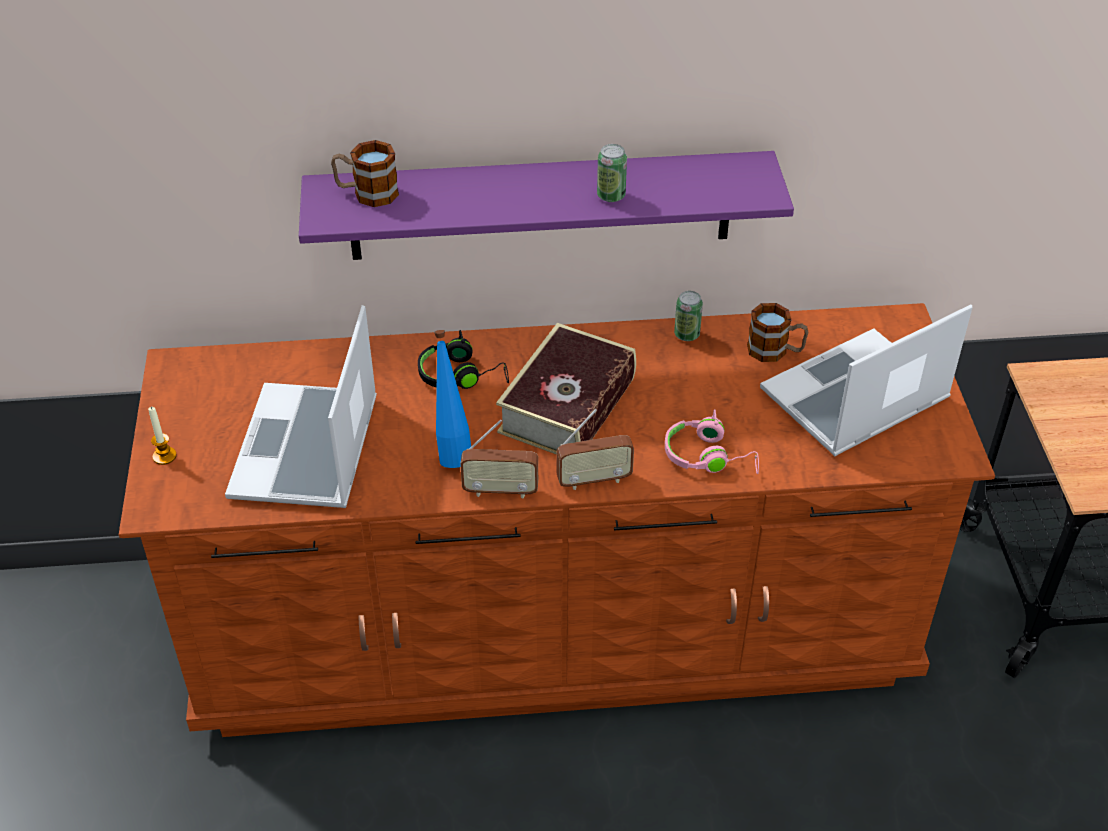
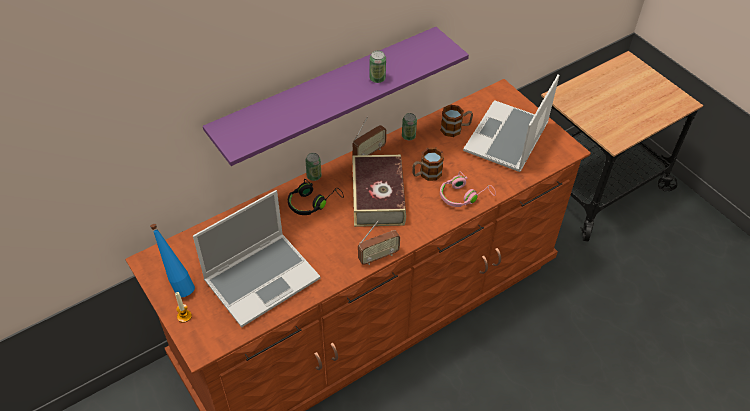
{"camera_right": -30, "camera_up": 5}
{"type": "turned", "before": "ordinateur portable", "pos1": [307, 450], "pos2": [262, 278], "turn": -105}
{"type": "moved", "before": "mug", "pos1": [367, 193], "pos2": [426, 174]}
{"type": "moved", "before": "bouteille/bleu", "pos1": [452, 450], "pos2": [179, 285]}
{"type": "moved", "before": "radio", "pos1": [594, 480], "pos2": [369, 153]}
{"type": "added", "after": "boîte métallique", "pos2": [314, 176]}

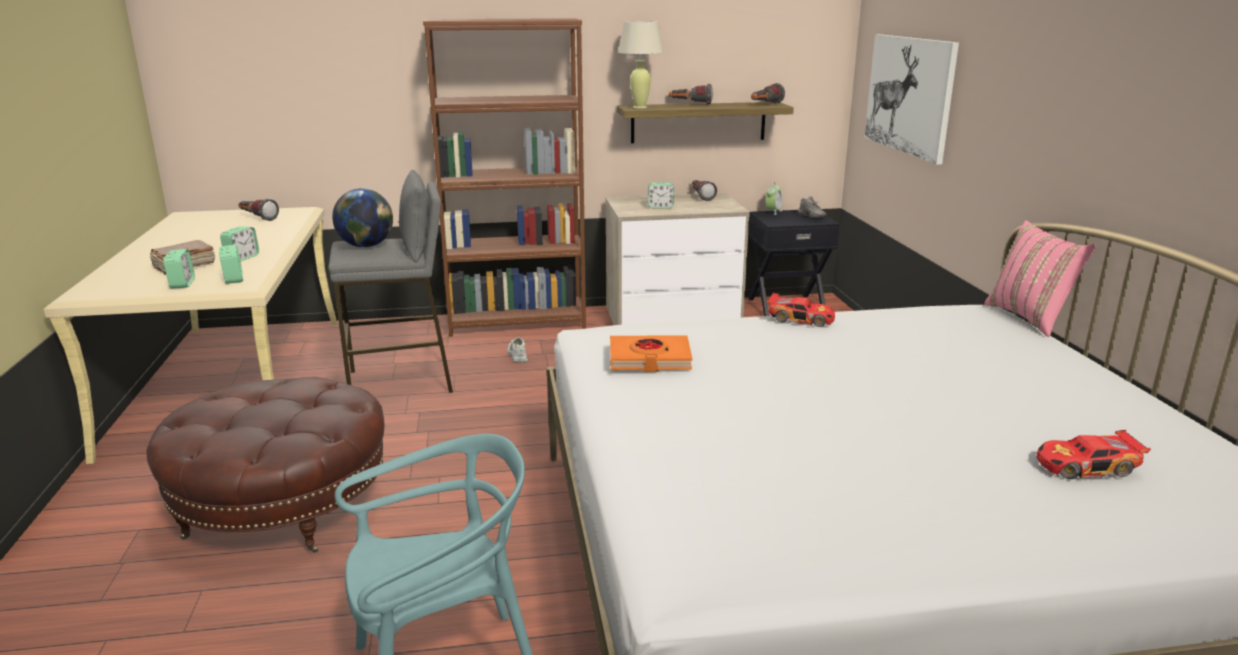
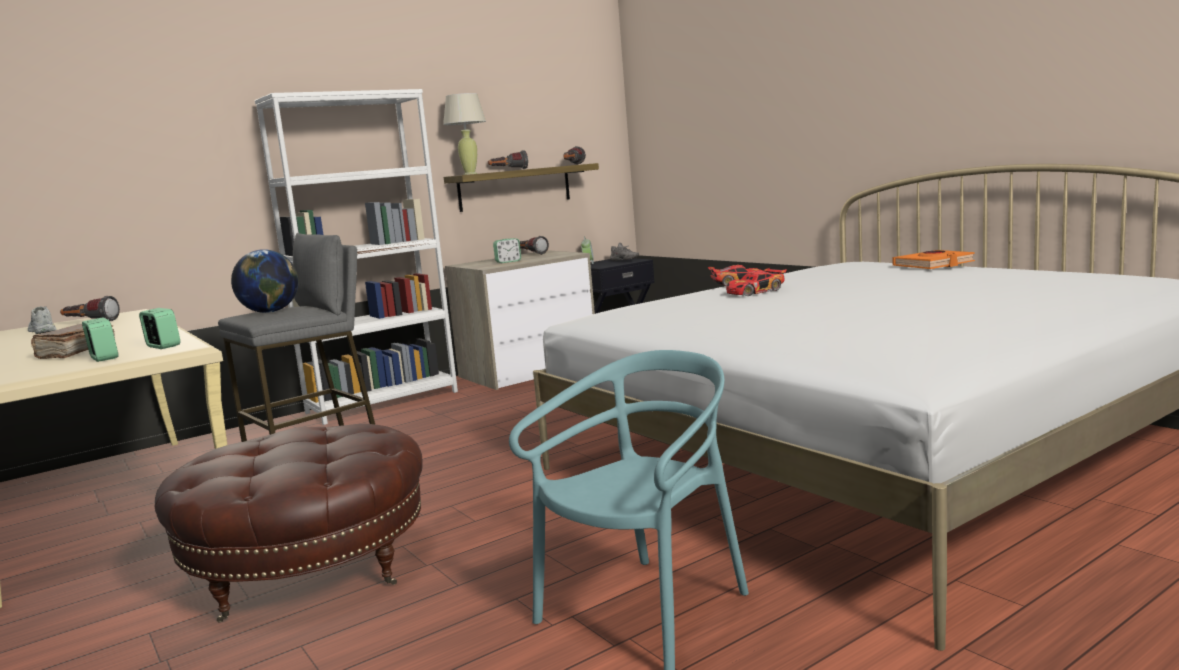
{"camera_right": -25, "camera_up": -10}
{"type": "removed", "before": "réveil", "pos1": [242, 258]}
{"type": "recoloured", "before": "bibliothèque/marron", "after": "bibliothèque/blanc", "pos1": [517, 322], "pos2": [383, 402]}
{"type": "moved", "before": "chaussure/blanc", "pos1": [517, 355], "pos2": [42, 330]}
{"type": "moved", "before": "livre/orange", "pos1": [649, 359], "pos2": [933, 265]}
{"type": "removed", "before": "tableau", "pos1": [909, 95]}
{"type": "removed", "before": "coussin/rose", "pos1": [1030, 318]}
{"type": "moved", "before": "petite voiture", "pos1": [1086, 467], "pos2": [755, 292]}

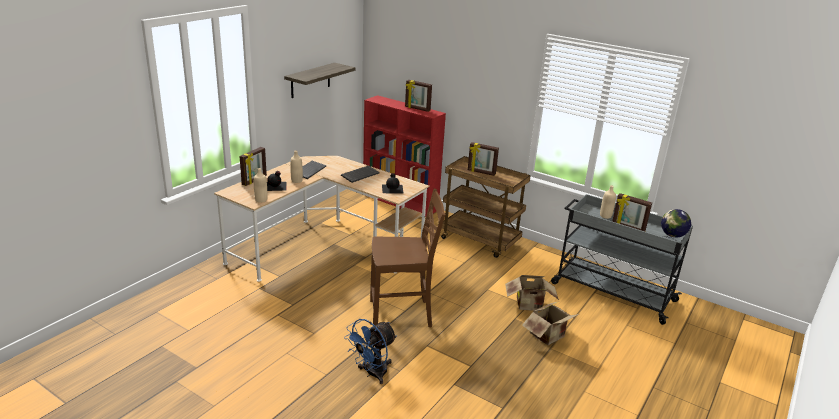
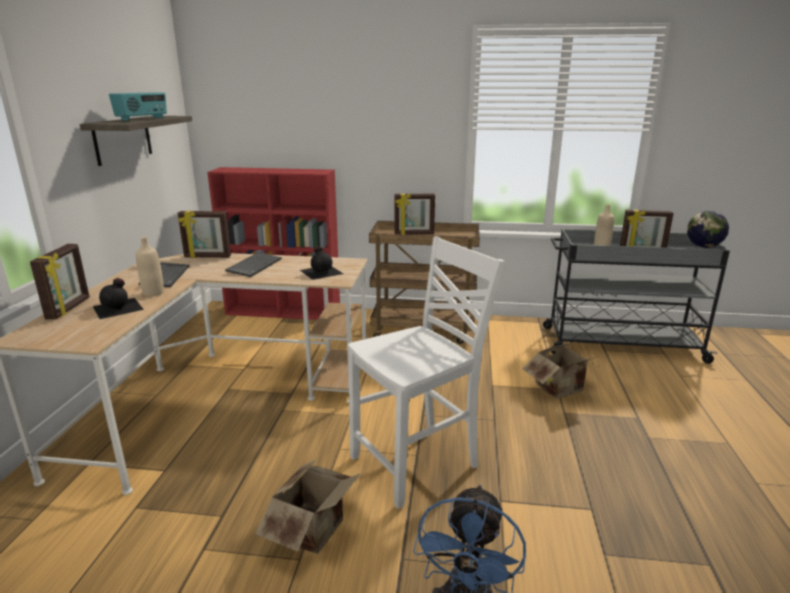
{"camera_right": -25, "camera_up": -5}
{"type": "removed", "before": "bouteille/beige", "pos1": [261, 200]}
{"type": "recoloured", "before": "chaise/marron", "after": "chaise/blanc", "pos1": [402, 314], "pos2": [418, 463]}
{"type": "moved", "before": "cadre photo", "pos1": [417, 109], "pos2": [207, 257]}
{"type": "moved", "before": "carton", "pos1": [549, 336], "pos2": [316, 530]}
{"type": "added", "after": "radio", "pos2": [142, 119]}

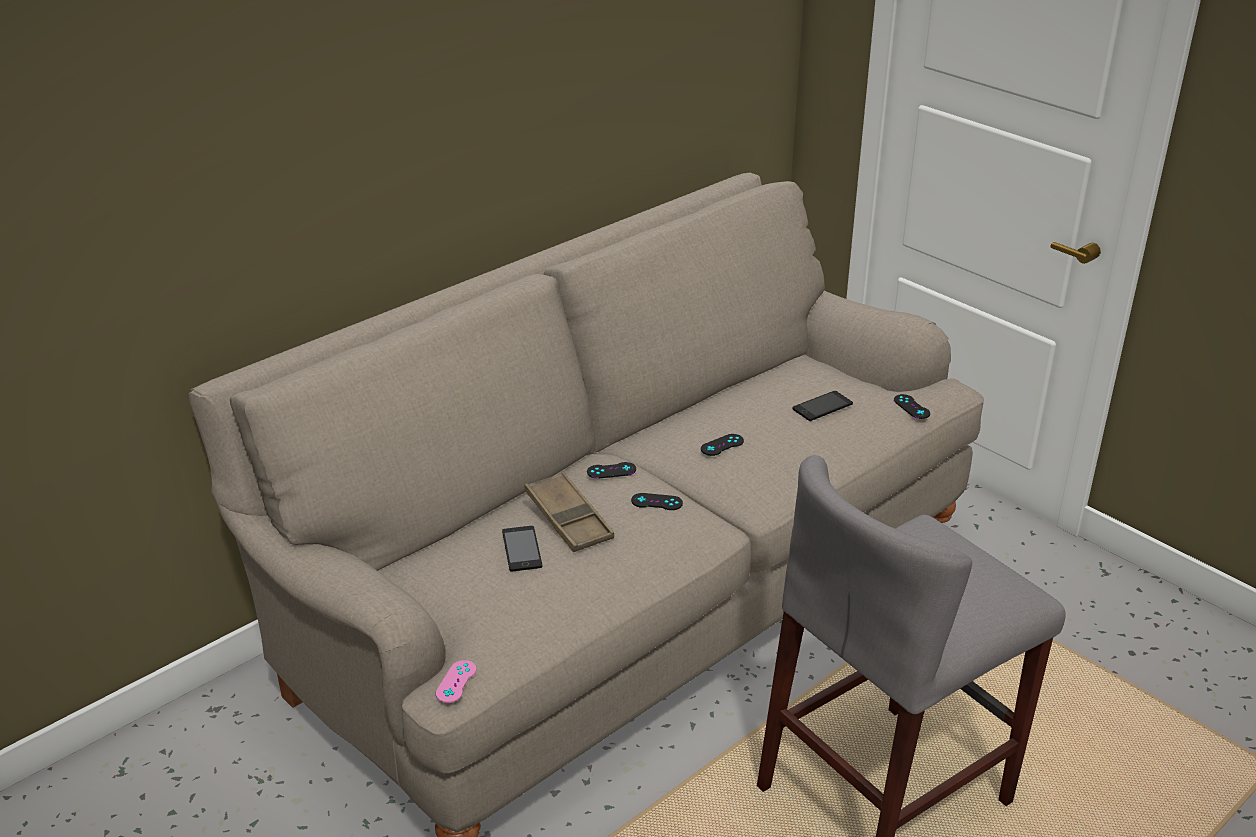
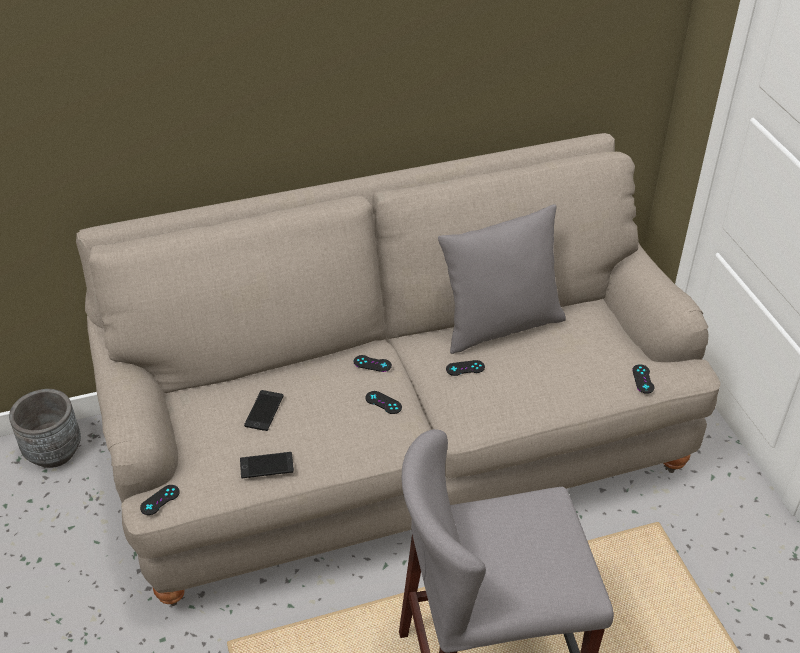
{"camera_right": 25, "camera_up": 10}
{"type": "recoloured", "before": "manette/rose", "after": "manette/noir", "pos1": [456, 682], "pos2": [160, 500]}
{"type": "removed", "before": "plateau/marron", "pos1": [568, 519]}
{"type": "moved", "before": "téléphone", "pos1": [822, 406], "pos2": [266, 465]}
{"type": "added", "after": "cache-pot/gris", "pos2": [54, 452]}
{"type": "added", "after": "coussin/gris", "pos2": [500, 326]}

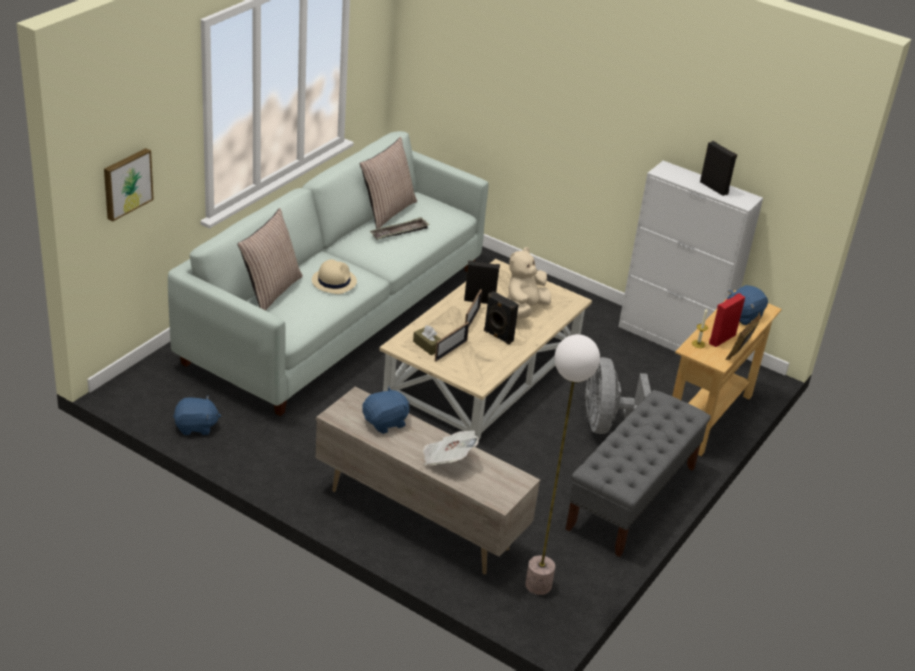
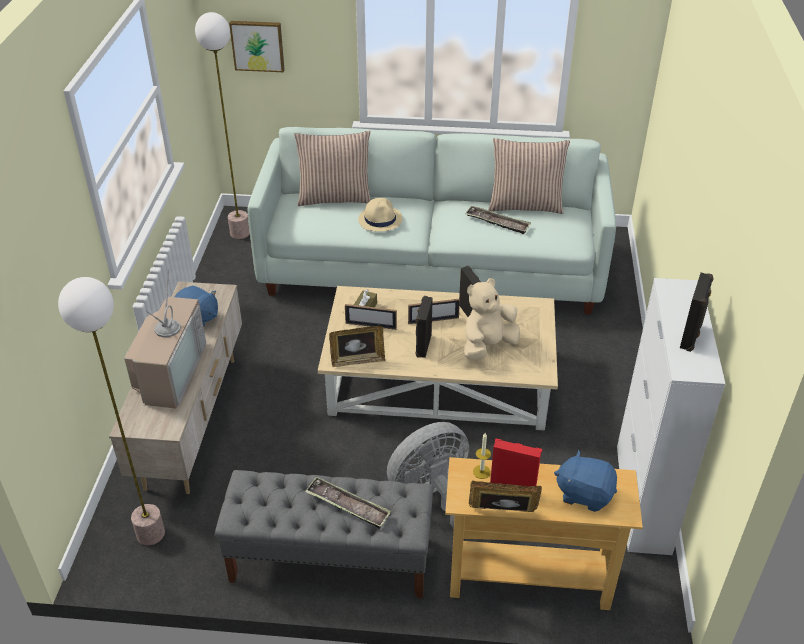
{"camera_right": 65, "camera_up": 5}
{"type": "removed", "before": "peluche/bleu", "pos1": [196, 427]}
{"type": "replaced", "before": "journal", "after": "téléviseur", "pos1": [447, 459], "pos2": [170, 371]}
{"type": "turned", "before": "peluche/beige", "pos1": [524, 309], "pos2": [487, 346], "turn": -45}
{"type": "added", "after": "lampadaire", "pos2": [240, 233]}
{"type": "added", "after": "plateau", "pos2": [348, 506]}
{"type": "added", "after": "cadre photo", "pos2": [357, 360]}

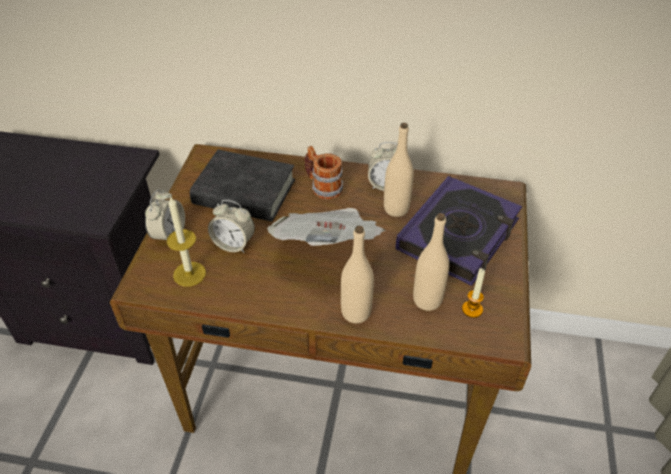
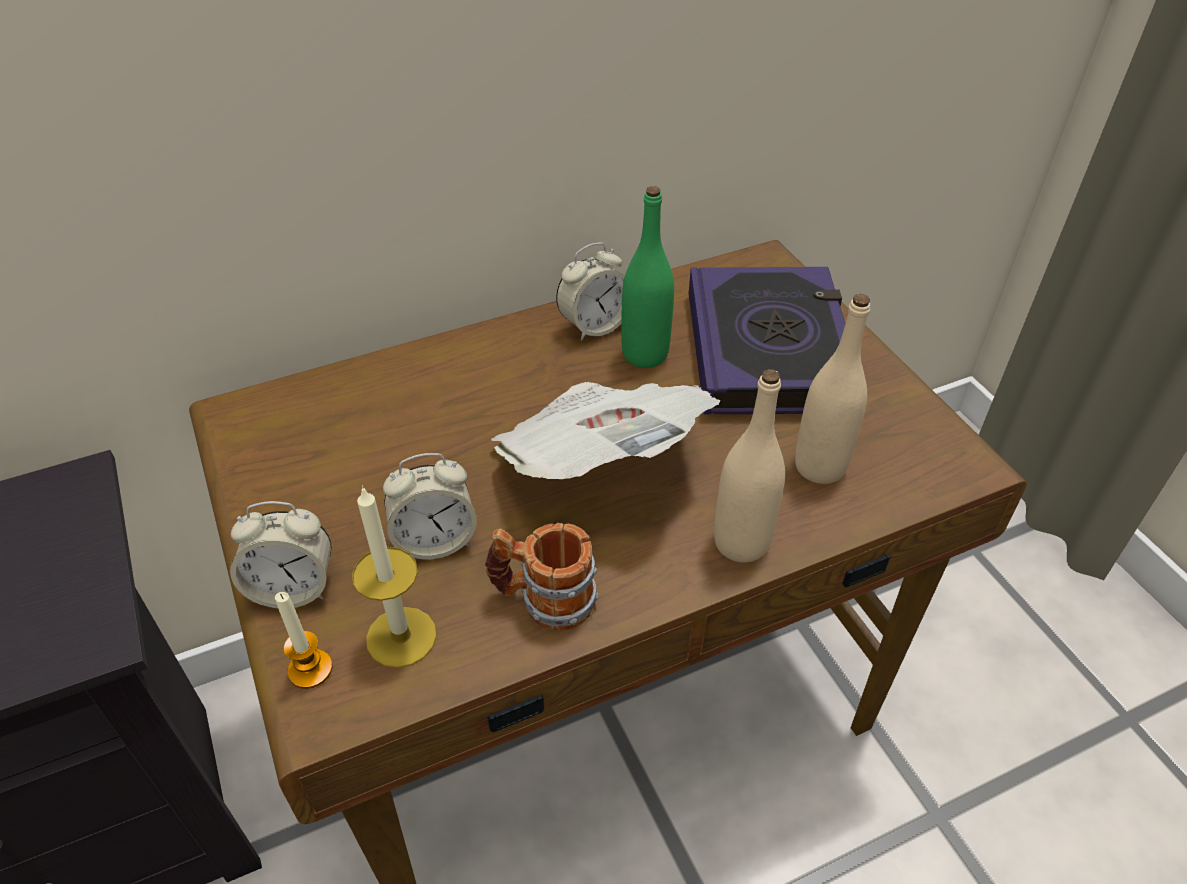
{"camera_right": -35, "camera_up": 0}
{"type": "turned", "before": "réveil", "pos1": [169, 234], "pos2": [293, 588], "turn": 105}
{"type": "removed", "before": "livre/noir", "pos1": [244, 193]}
{"type": "moved", "before": "mug", "pos1": [322, 186], "pos2": [543, 599]}
{"type": "recoloured", "before": "bouteille/beige", "after": "bouteille/vert", "pos1": [396, 209], "pos2": [645, 354]}
{"type": "moved", "before": "bougie", "pos1": [472, 309], "pos2": [310, 669]}

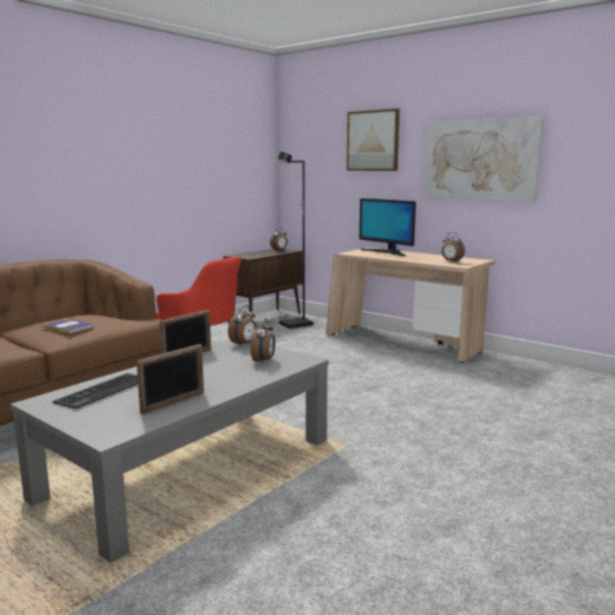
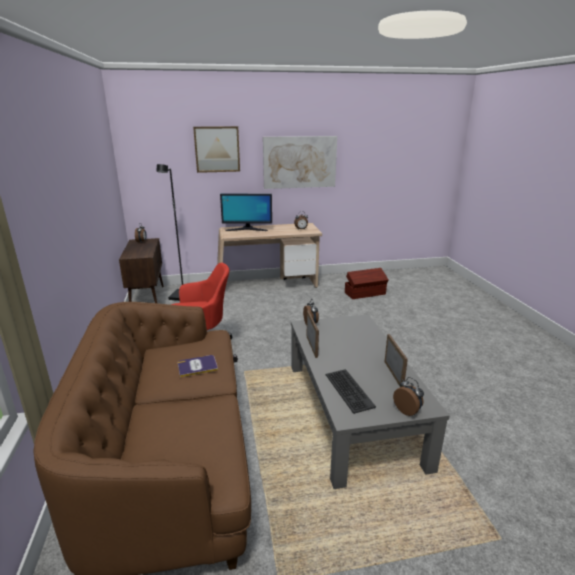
{"camera_right": -50, "camera_up": 10}
{"type": "moved", "before": "réveil", "pos1": [264, 361], "pos2": [407, 410]}
{"type": "added", "after": "boîte de rangement/marron", "pos2": [365, 293]}

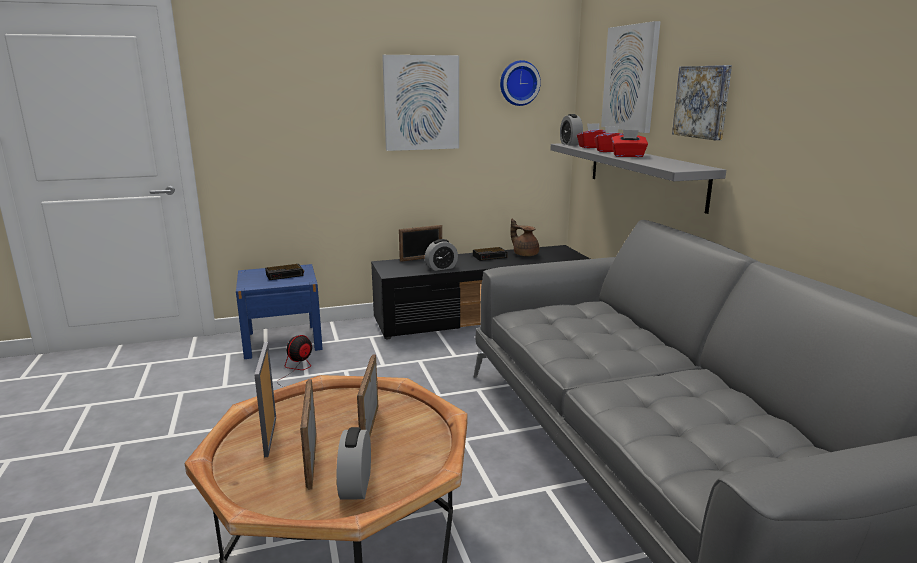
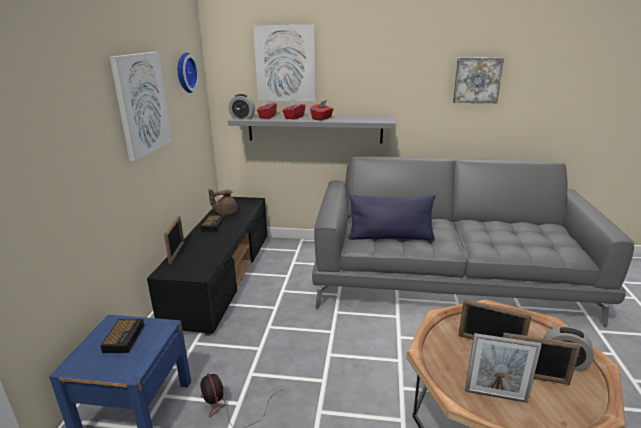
{"camera_right": -65, "camera_up": 5}
{"type": "removed", "before": "réveil", "pos1": [441, 268]}
{"type": "moved", "before": "tableau", "pos1": [703, 102], "pos2": [477, 80]}
{"type": "added", "after": "coussin/bleu", "pos2": [390, 237]}

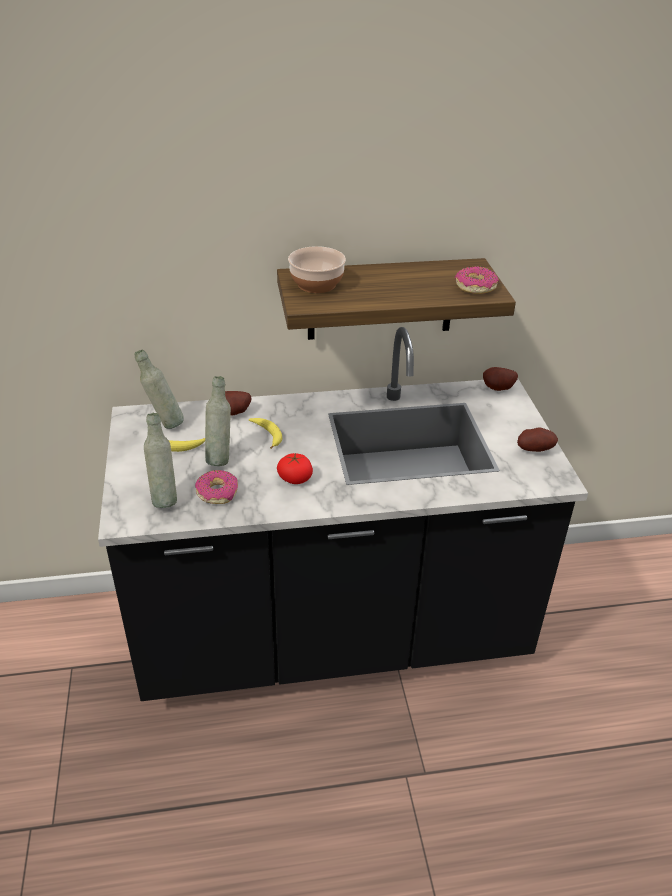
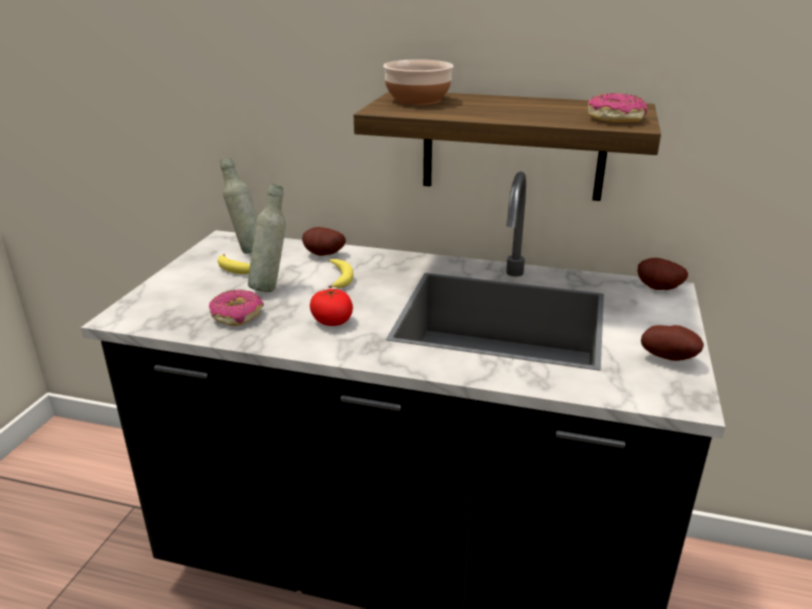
{"camera_right": 25, "camera_up": -10}
{"type": "removed", "before": "bouteille/gris", "pos1": [164, 498]}

